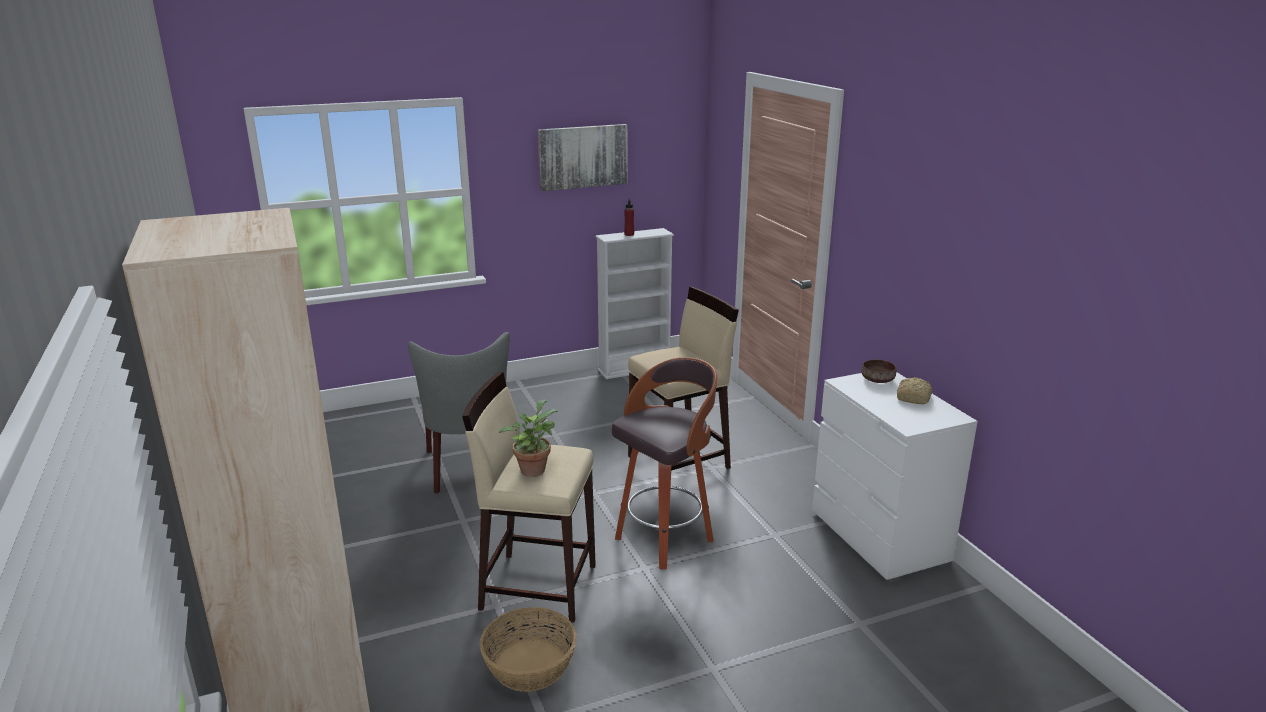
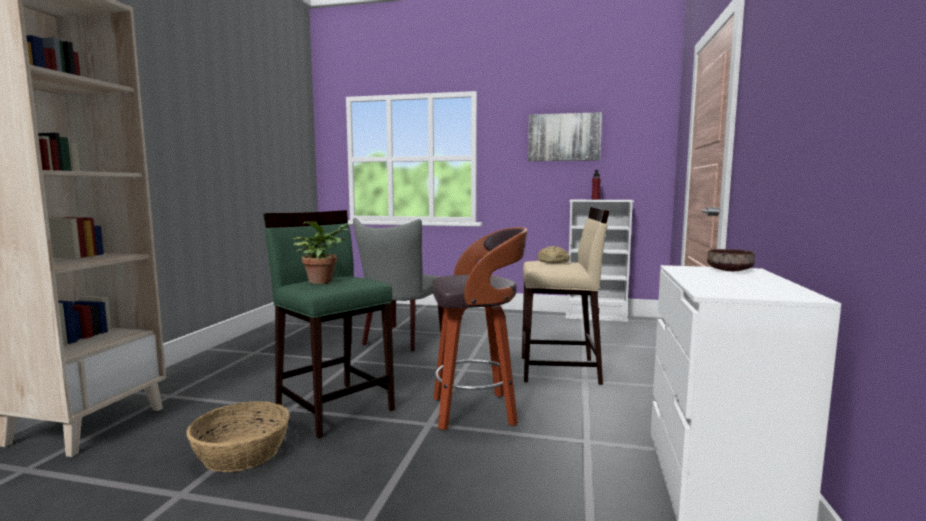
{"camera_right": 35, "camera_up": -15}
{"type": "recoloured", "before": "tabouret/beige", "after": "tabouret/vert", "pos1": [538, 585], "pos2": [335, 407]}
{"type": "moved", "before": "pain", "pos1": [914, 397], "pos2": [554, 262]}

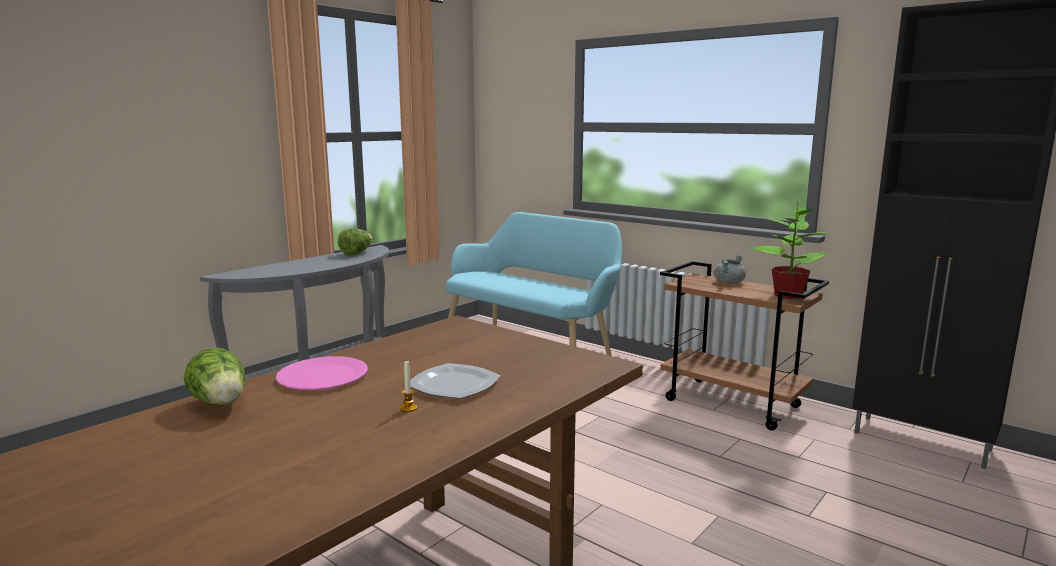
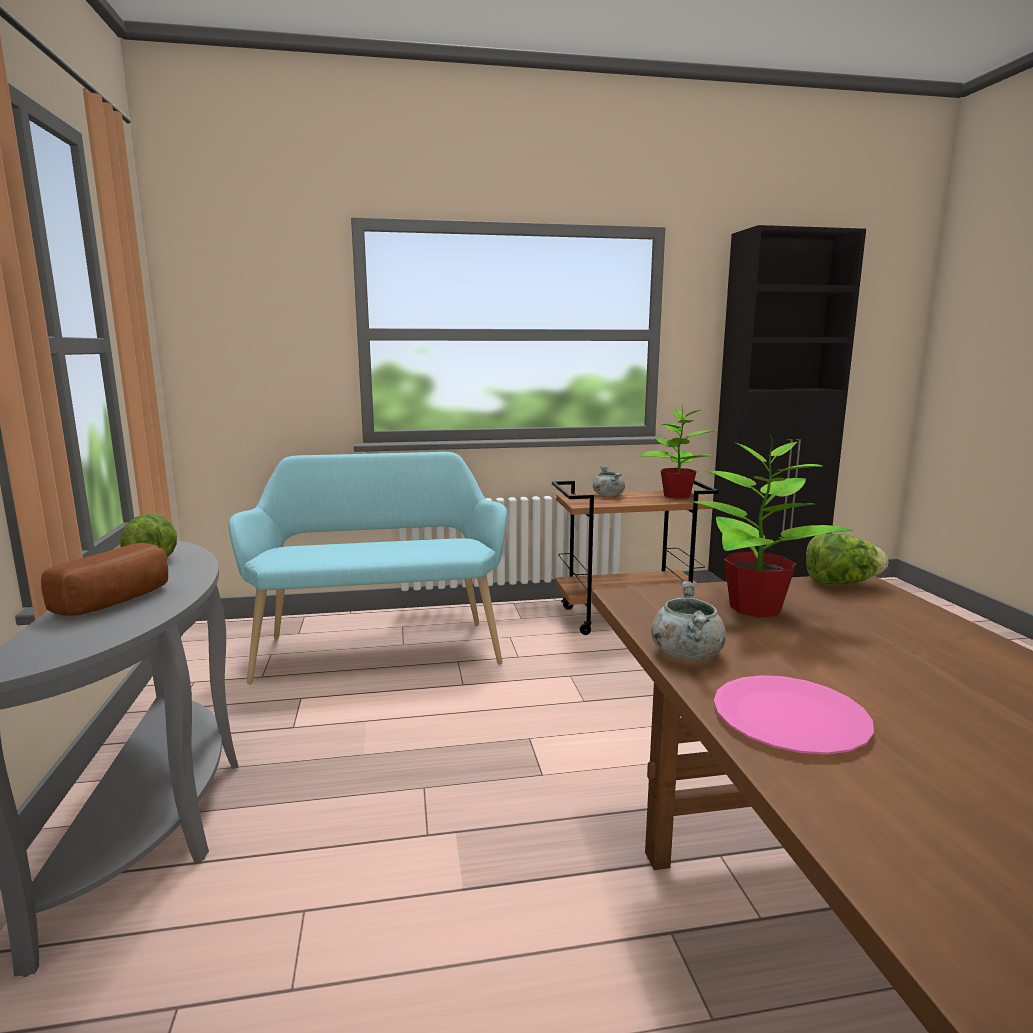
{"camera_right": -50, "camera_up": 0}
{"type": "moved", "before": "laitue", "pos1": [221, 404], "pos2": [841, 584]}
{"type": "removed", "before": "bougie", "pos1": [408, 408]}
{"type": "removed", "before": "assiette", "pos1": [454, 385]}
{"type": "added", "after": "pain", "pos2": [119, 601]}
{"type": "added", "after": "marmite/gris", "pos2": [686, 653]}
{"type": "added", "after": "plante en pot", "pos2": [753, 608]}

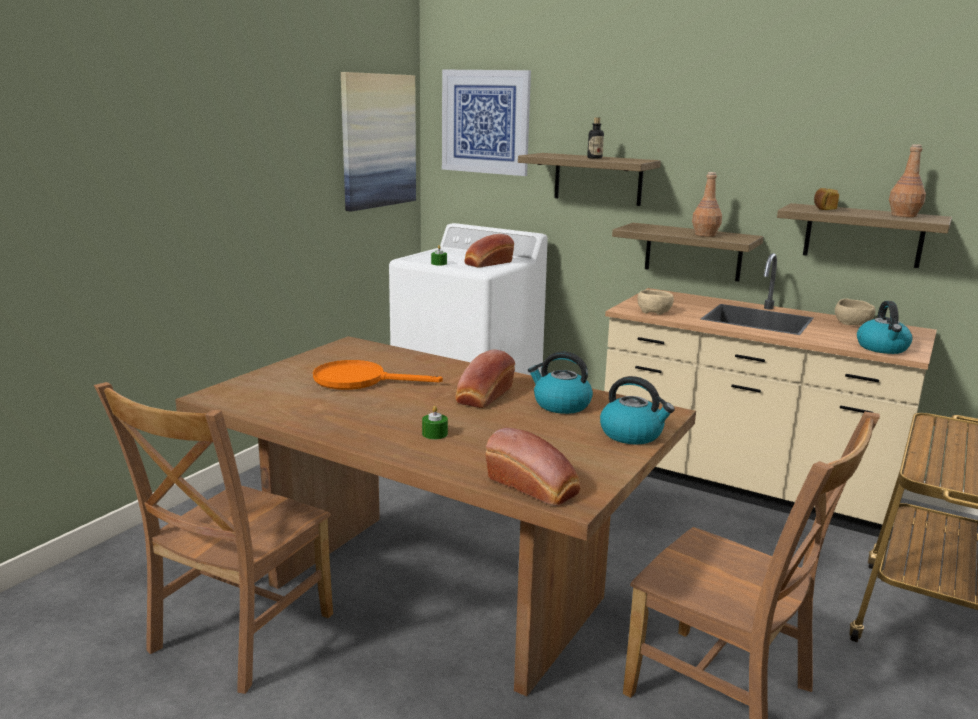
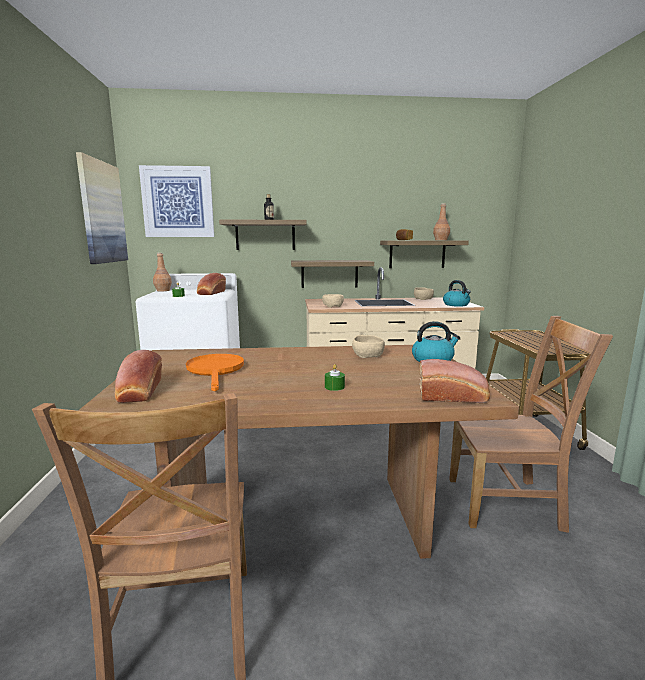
{"camera_right": -35, "camera_up": -5}
{"type": "turned", "before": "poêle/orange", "pos1": [360, 380], "pos2": [216, 371], "turn": 105}
{"type": "moved", "before": "pain", "pos1": [483, 396], "pos2": [139, 392]}
{"type": "replaced", "before": "bouilloire", "after": "bol/beige", "pos1": [561, 405], "pos2": [368, 355]}
{"type": "moved", "before": "bouteille/marron", "pos1": [705, 235], "pos2": [163, 290]}

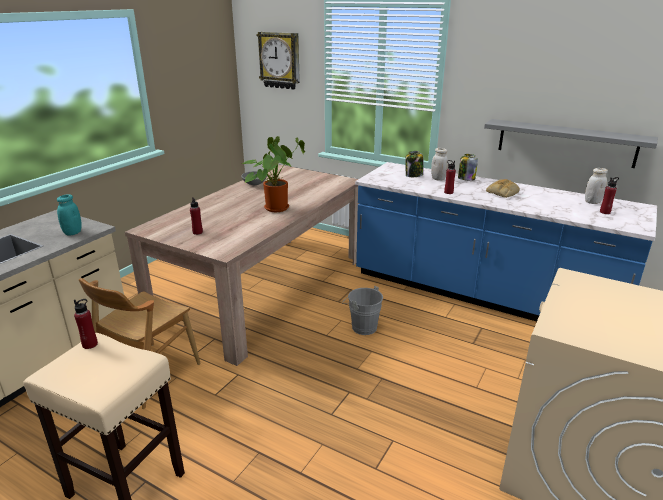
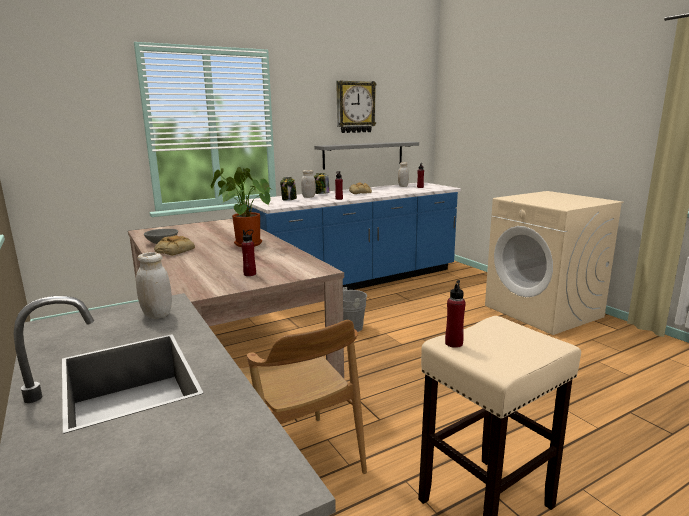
{"camera_right": -60, "camera_up": -10}
{"type": "recoloured", "before": "bocal/turquoise", "after": "bocal/blanc", "pos1": [73, 232], "pos2": [157, 315]}
{"type": "moved", "before": "horloge murale", "pos1": [280, 60], "pos2": [355, 107]}
{"type": "added", "after": "pain", "pos2": [175, 250]}

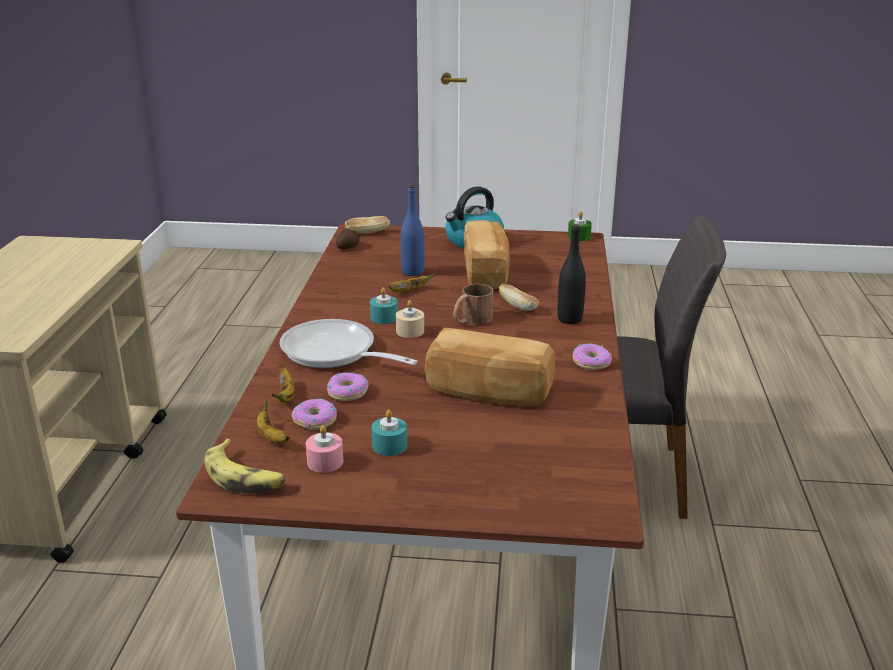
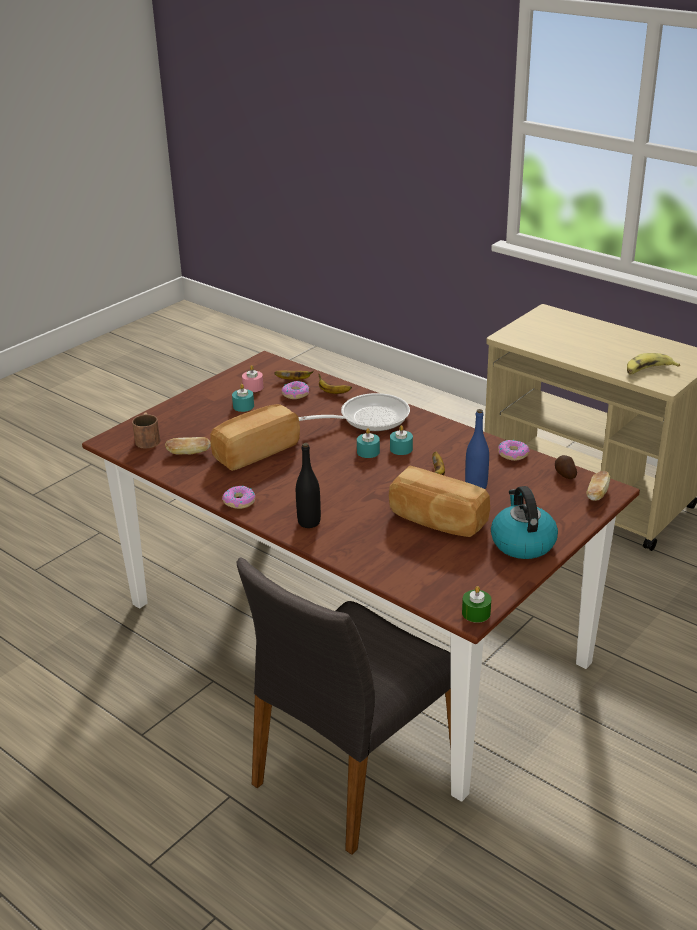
{"camera_right": 125, "camera_up": 5}
{"type": "moved", "before": "banane", "pos1": [245, 477], "pos2": [648, 370]}
{"type": "moved", "before": "beignet", "pos1": [347, 392], "pos2": [513, 454]}
{"type": "recoloured", "before": "bougie/beige", "after": "bougie/turquoise", "pos1": [410, 331], "pos2": [368, 452]}
{"type": "moved", "before": "mug/marron", "pos1": [471, 320], "pos2": [147, 438]}
{"type": "moved", "before": "pain", "pos1": [518, 306], "pos2": [189, 453]}

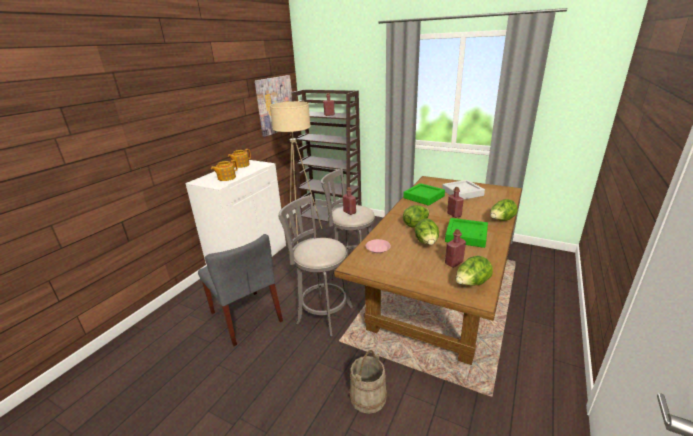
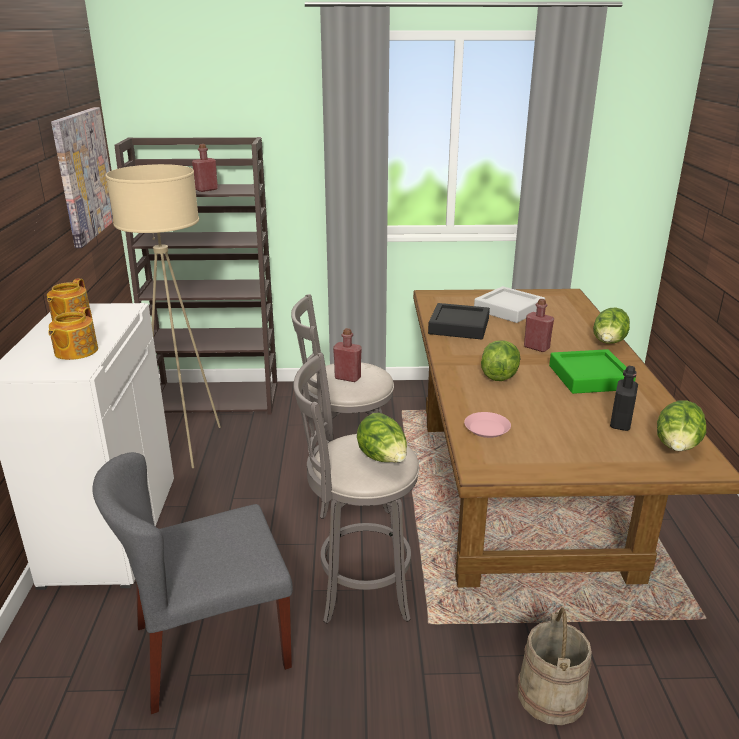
{"camera_right": -30, "camera_up": 0}
{"type": "turned", "before": "chaise/gris", "pos1": [246, 317], "pos2": [210, 647], "turn": 135}
{"type": "recoloured", "before": "plateau/vert", "after": "plateau/noir", "pos1": [423, 197], "pos2": [459, 326]}
{"type": "moved", "before": "laitue", "pos1": [426, 243], "pos2": [383, 459]}
{"type": "recoloured", "before": "bouteille/rouge", "after": "bouteille/noir", "pos1": [454, 263], "pos2": [620, 423]}

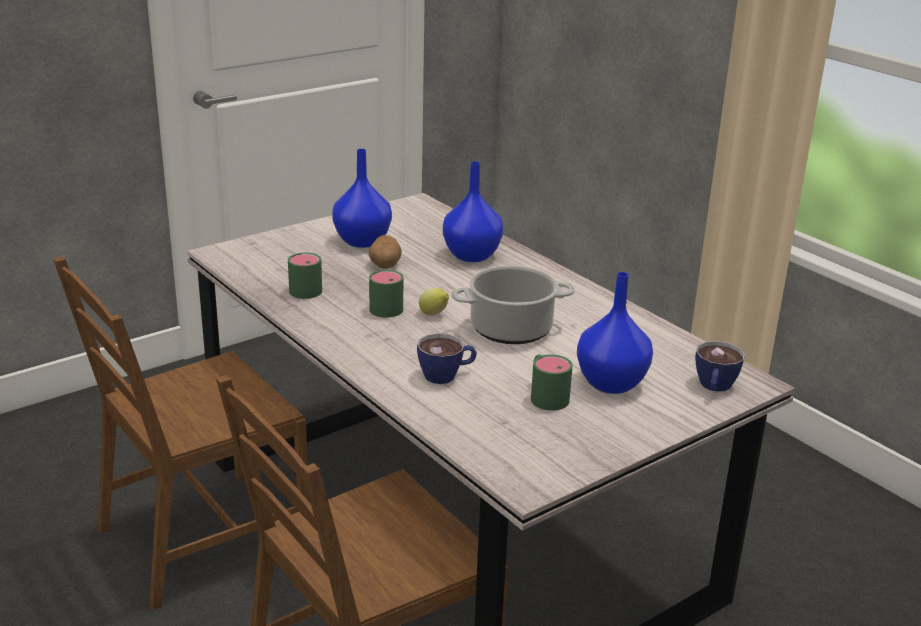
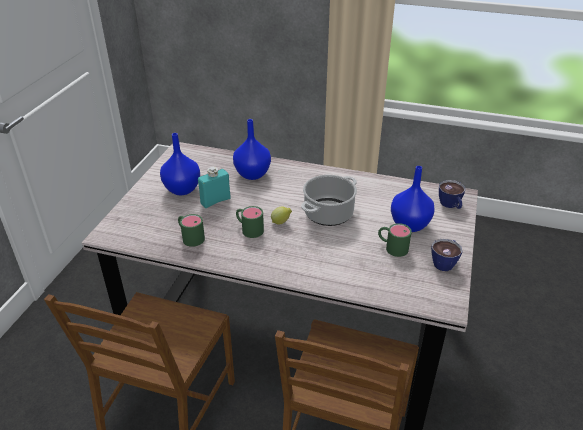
{"camera_right": -35, "camera_up": 10}
{"type": "replaced", "before": "pomme de terre", "after": "bouteille/turquoise", "pos1": [385, 265], "pos2": [215, 201]}
{"type": "moved", "before": "tasse", "pos1": [447, 375], "pos2": [445, 262]}

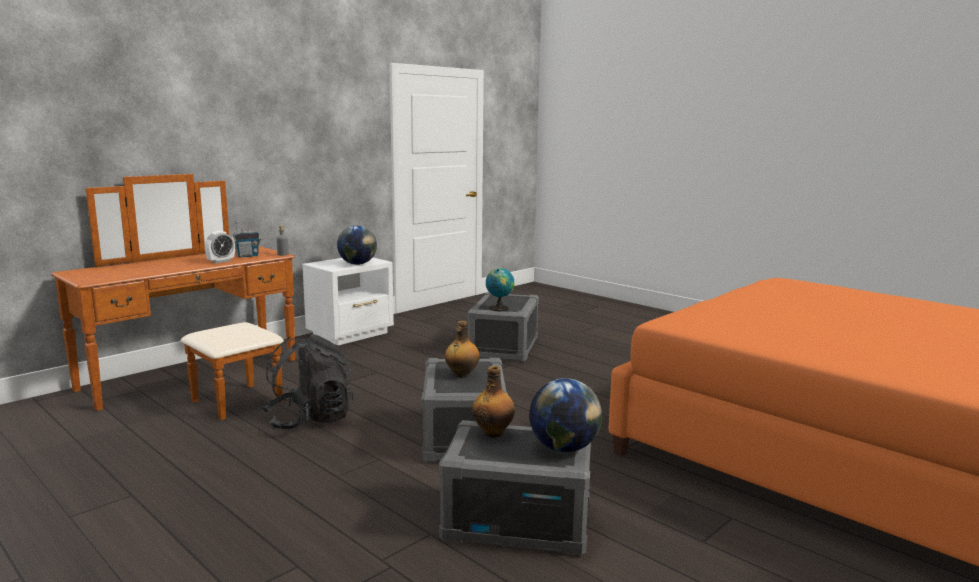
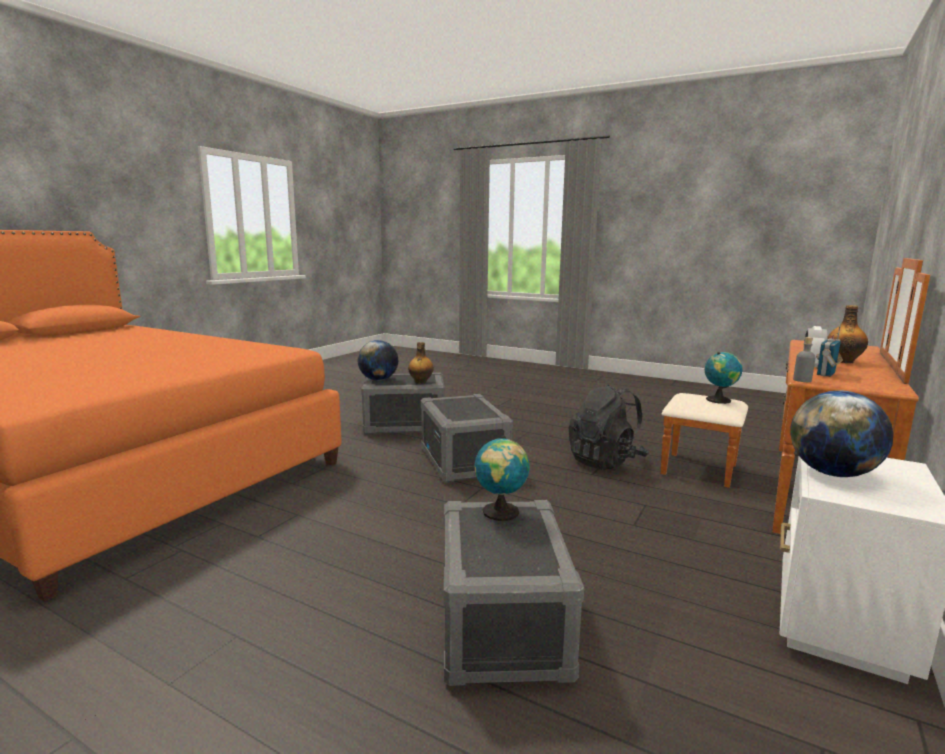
{"camera_right": 165, "camera_up": 0}
{"type": "moved", "before": "bouteille", "pos1": [461, 375], "pos2": [844, 361]}
{"type": "added", "after": "globe", "pos2": [719, 400]}

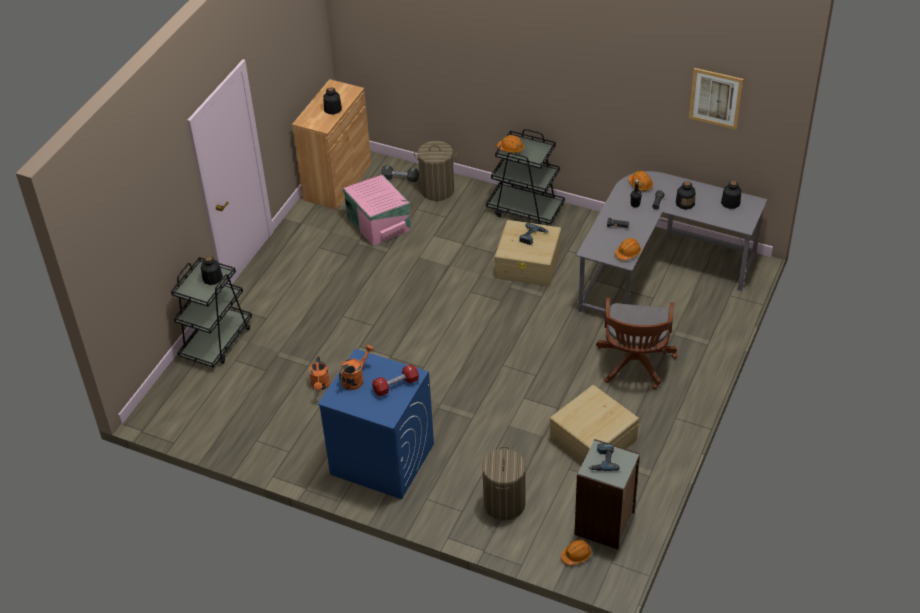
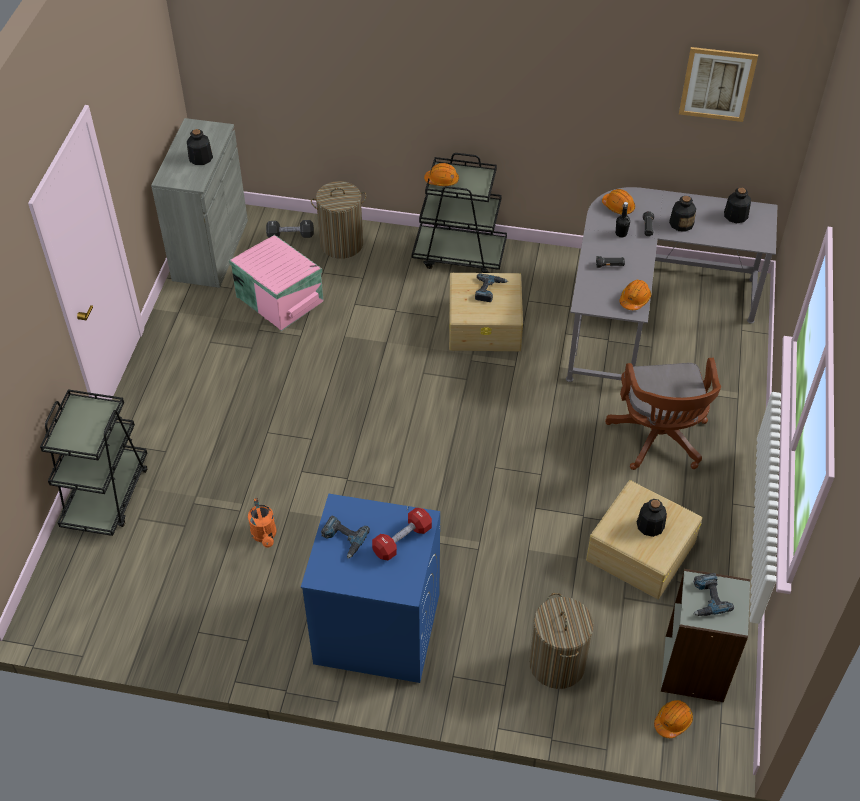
{"camera_right": -15, "camera_up": 5}
{"type": "moved", "before": "bouteille", "pos1": [212, 278], "pos2": [650, 525]}
{"type": "recoloured", "before": "meuble de rangement/marron", "after": "meuble de rangement/gris", "pos1": [337, 181], "pos2": [210, 250]}
{"type": "replaced", "before": "arrosoir/orange", "after": "perceuse", "pos1": [355, 379], "pos2": [343, 539]}

